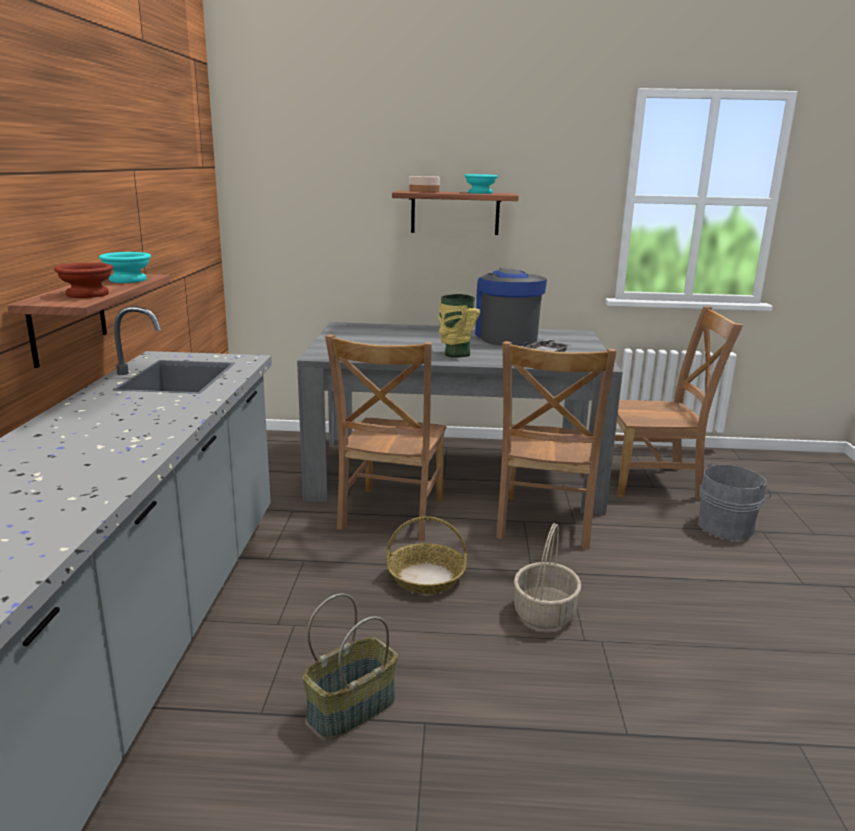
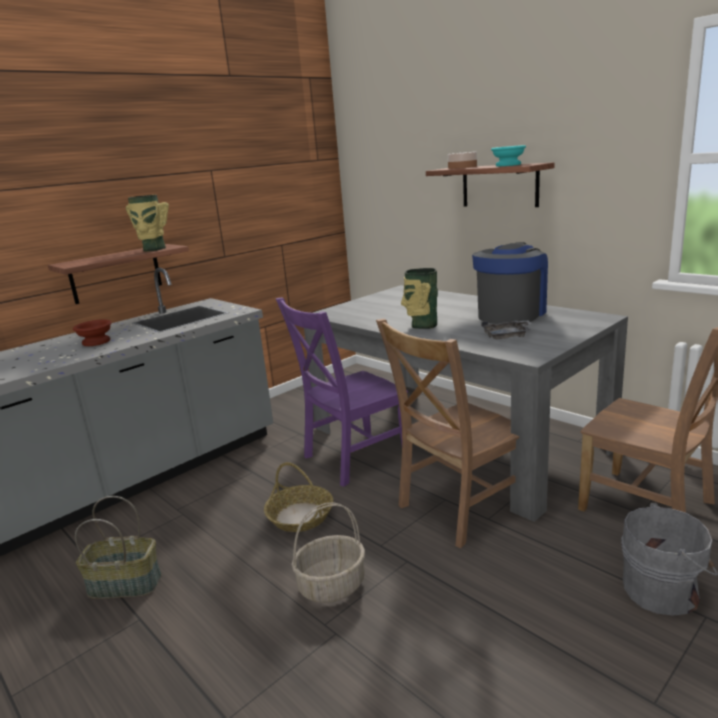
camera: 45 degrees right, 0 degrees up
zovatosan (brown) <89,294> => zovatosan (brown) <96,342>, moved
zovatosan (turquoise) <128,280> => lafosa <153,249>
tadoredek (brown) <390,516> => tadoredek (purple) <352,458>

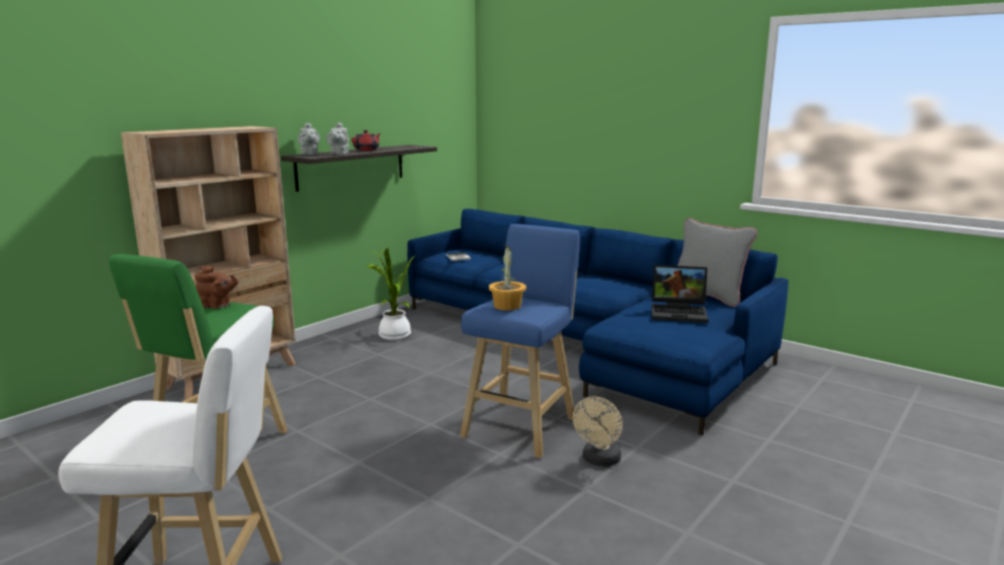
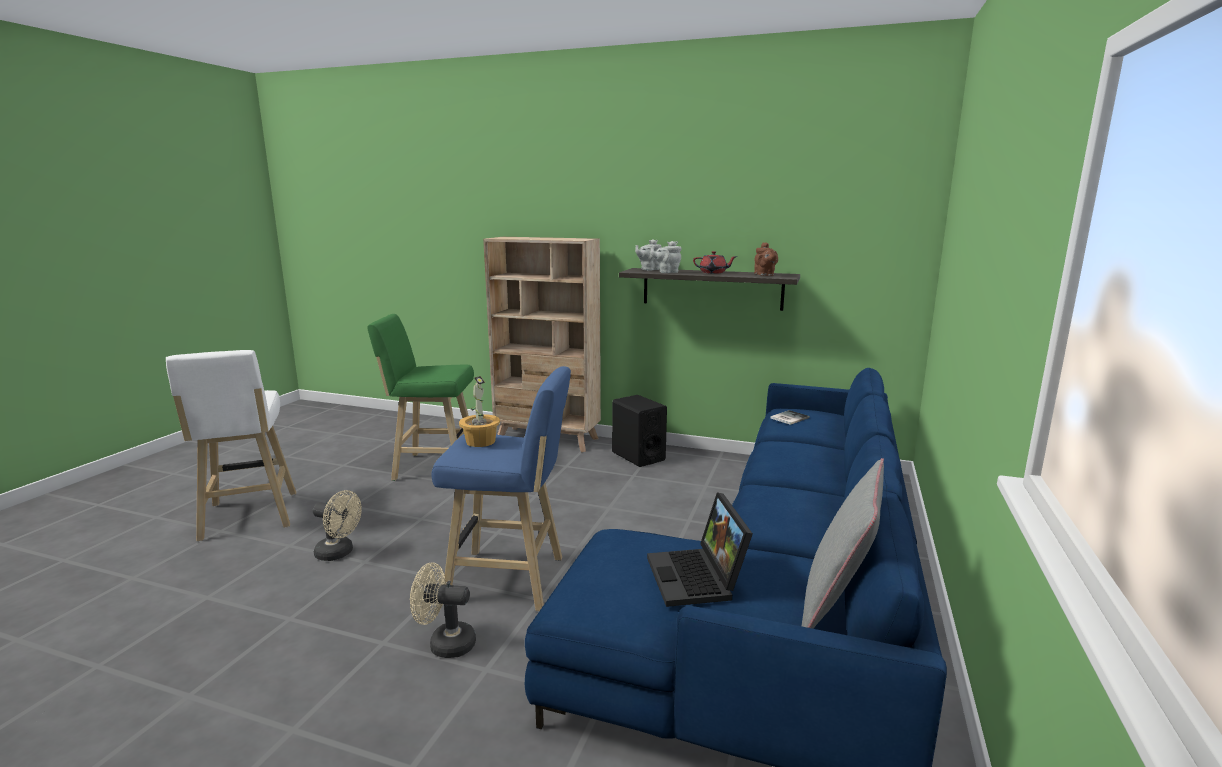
camera: 70 degrees right, 0 degrees up
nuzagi <394,336> => nothing
nothing => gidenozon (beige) <339,553>
nothing => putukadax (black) <638,456>
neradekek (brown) <217,306> => neradekek (brown) <764,275>, moved

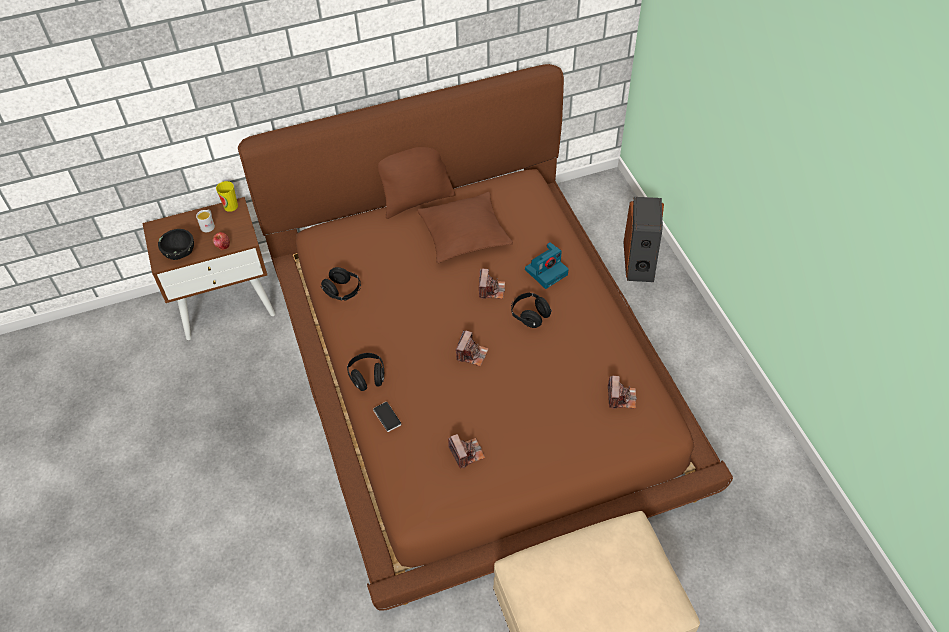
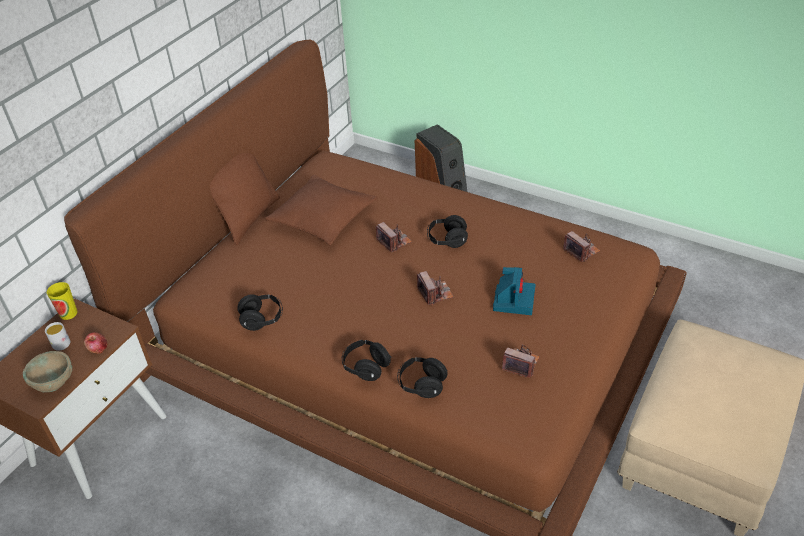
camera: 40 degrees left, 10 degrees down
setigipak <546,271> => setigipak <513,300>, moved
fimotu <387,417> => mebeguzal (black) <422,385>
zovatosan (black) <180,253> => zovatosan (beige) <54,383>

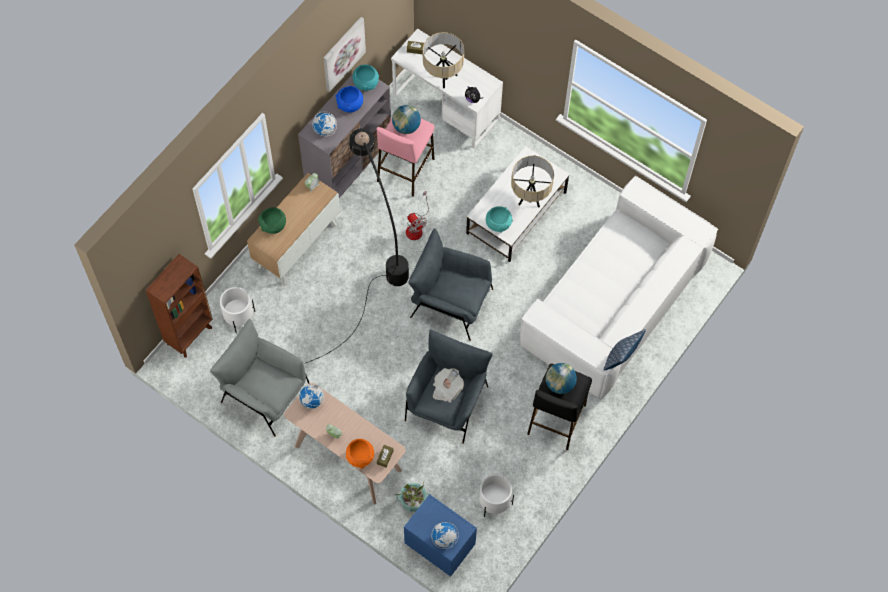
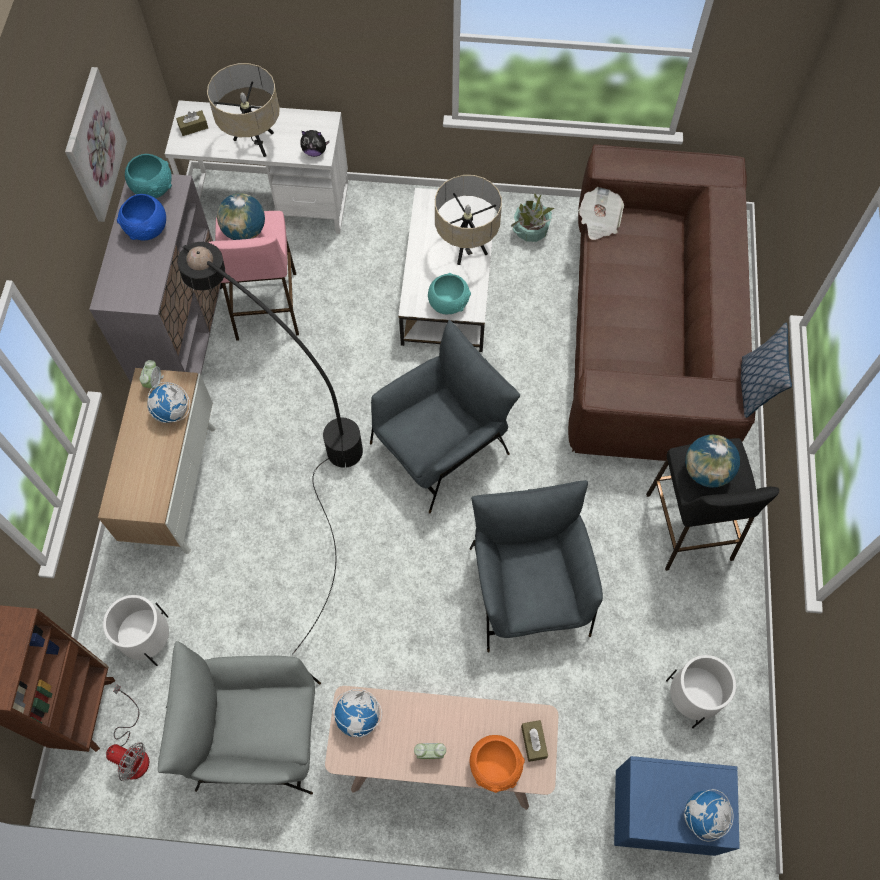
camera: 30 degrees left, 0 degrees up
zovatosan (green) <273,226> => nothing
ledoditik <325,130> => ledoditik <172,412>, moved
nuzagi <413,500> => nuzagi <531,230>, moved
gidenozon <416,227> => gidenozon <132,751>, moved
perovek <446,389> => perovek <599,221>, moved
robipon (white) <614,302> => robipon (brown) <648,331>
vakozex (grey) <450,303> => vakozex (grey) <441,447>, 150 degrees clockwise

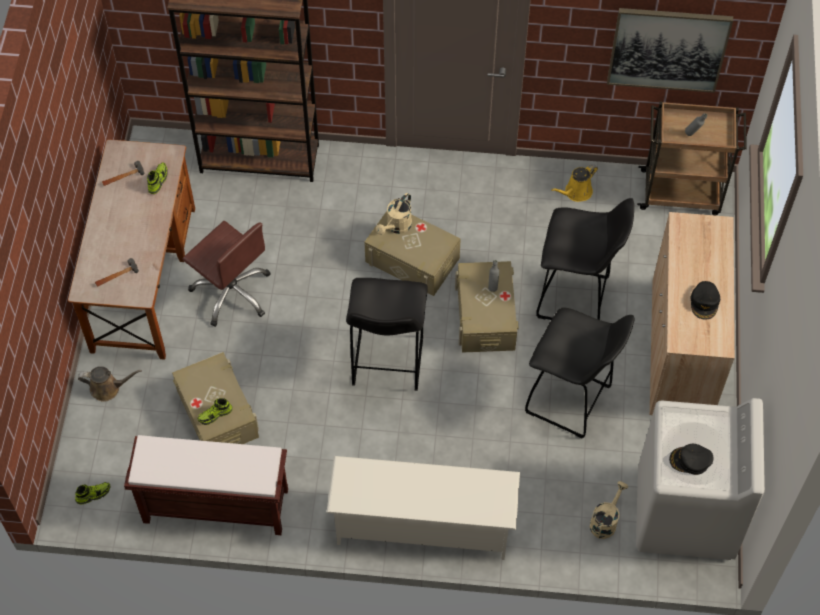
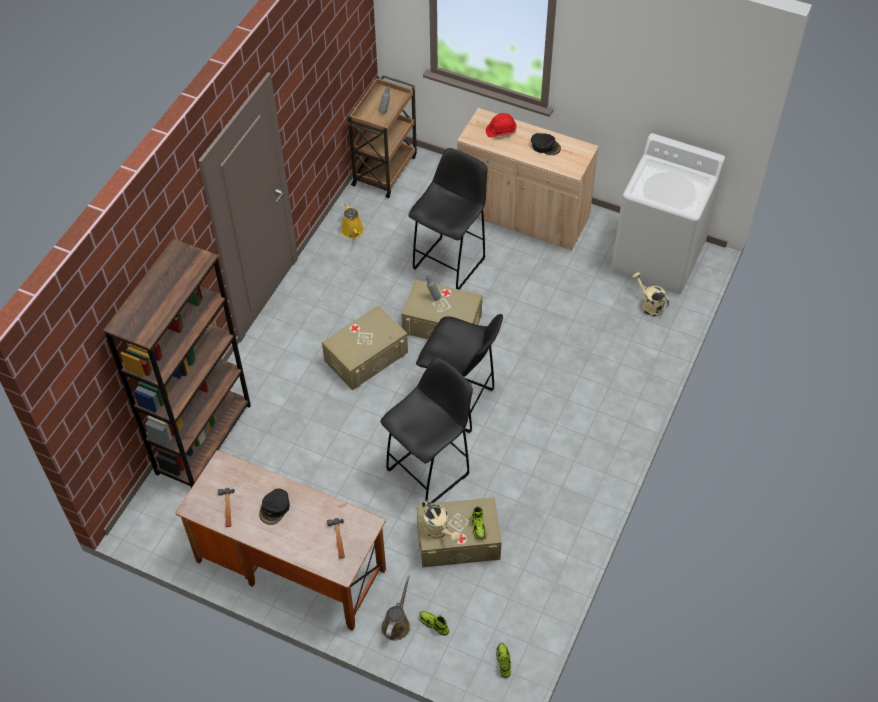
camera: 70 degrees left, 5 degrees down
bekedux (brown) <214,506> => nothing
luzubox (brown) <232,292> => nothing
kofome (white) <422,525> => nothing
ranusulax <668,49> => nothing
nothing => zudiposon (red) <501,131>
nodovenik <158,180> => nodovenik <434,624>, moved
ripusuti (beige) <396,227> => ripusuti (beige) <439,531>, moved
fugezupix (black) <570,401> => fugezupix (black) <430,471>, moved
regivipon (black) <690,461> => regivipon (black) <275,508>, moved

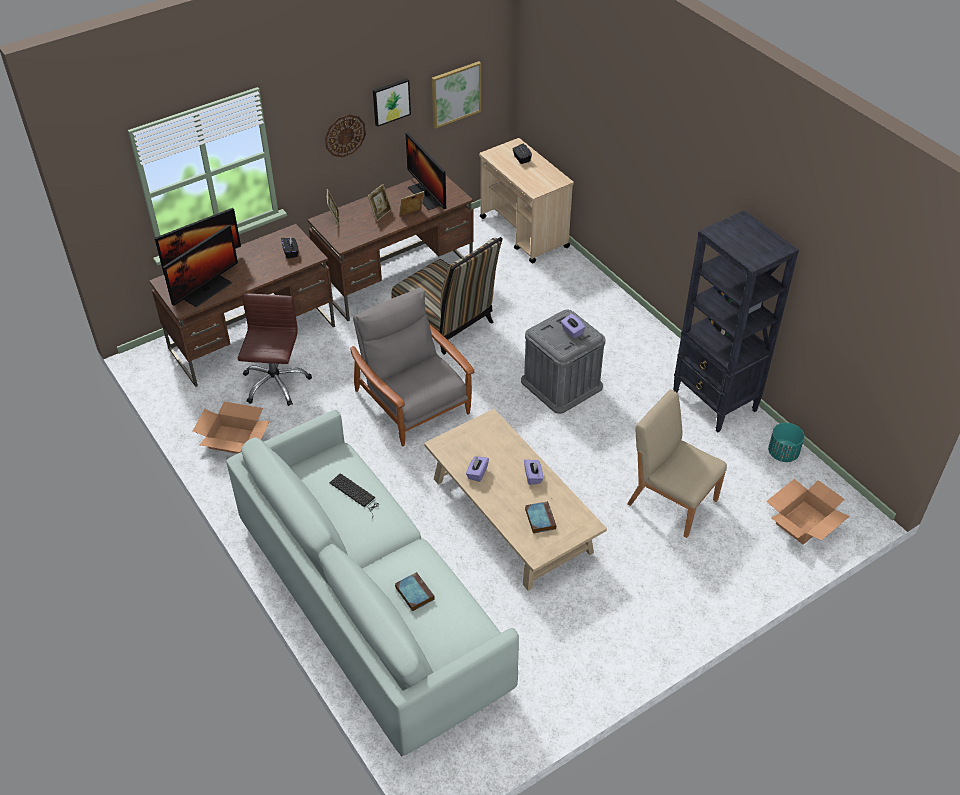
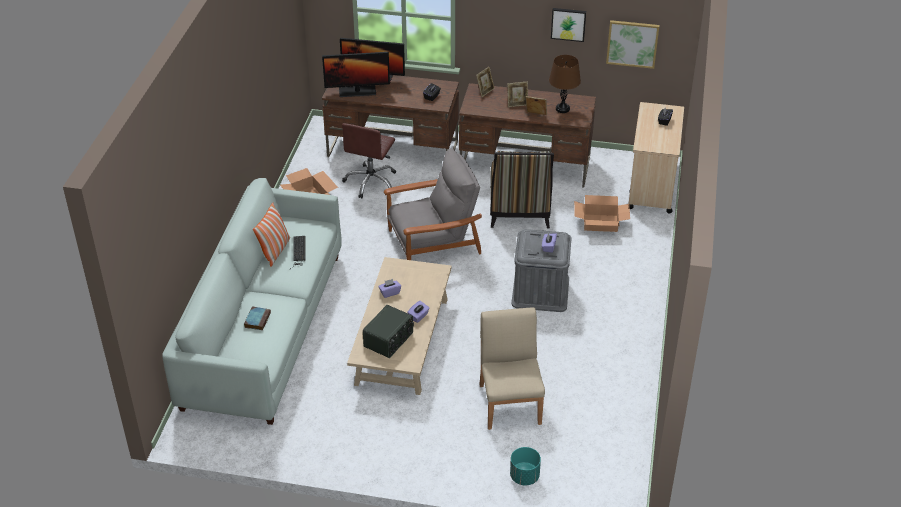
camera: 45 degrees right, 5 degrees down
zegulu <345,135> => nothing
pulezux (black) <715,402> => nothing
nothing => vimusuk <275,251>
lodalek <803,522> => lodalek <600,223>, moved
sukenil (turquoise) <783,453> => sukenil (turquoise) <524,477>, moved
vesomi <426,195> => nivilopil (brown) <562,109>
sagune <539,518> => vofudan <389,340>
luzubox (brown) <275,383> => luzubox (brown) <371,182>, 150 degrees clockwise
vakozex (grey) <413,403> => vakozex (grey) <433,242>, 60 degrees clockwise

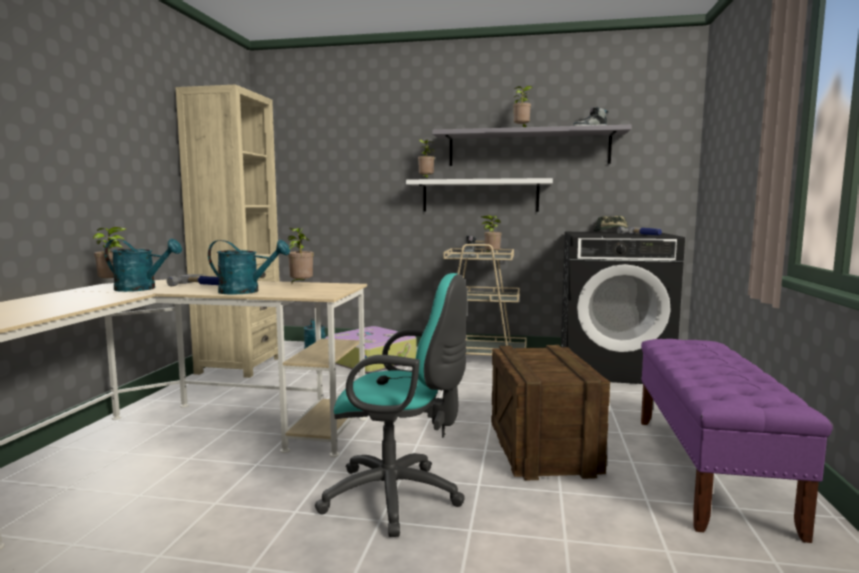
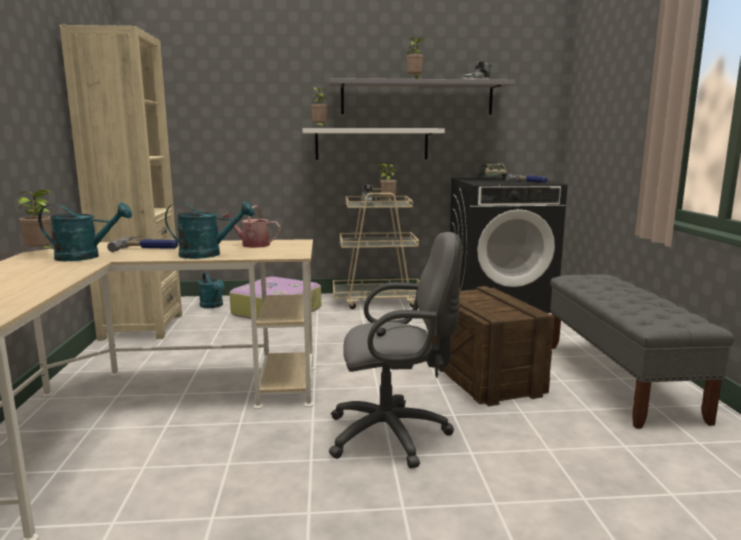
camera: 15 degrees left, 5 degrees up
nuzagi <300,286> => ripusuti <252,244>
luzubox (turquoise) <399,498> => luzubox (grey) <395,435>
bekedux (purple) <708,470> => bekedux (grey) <619,380>

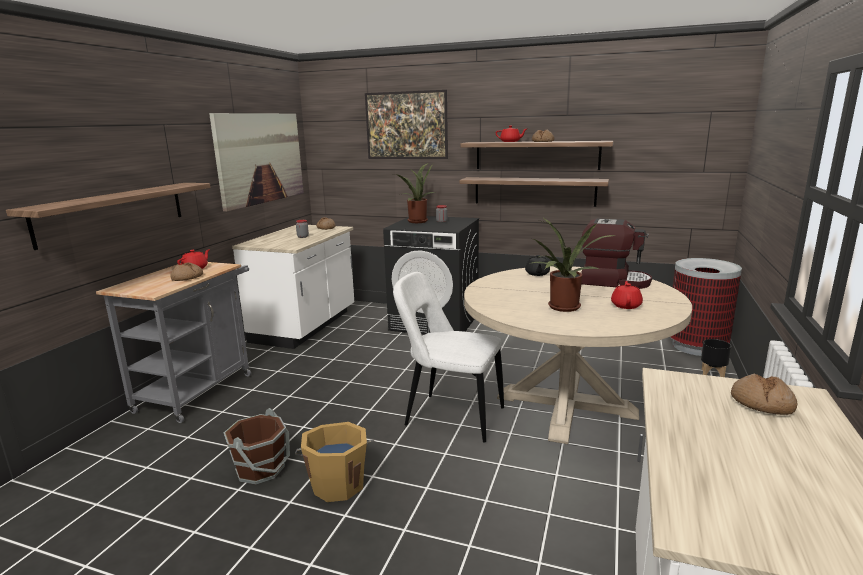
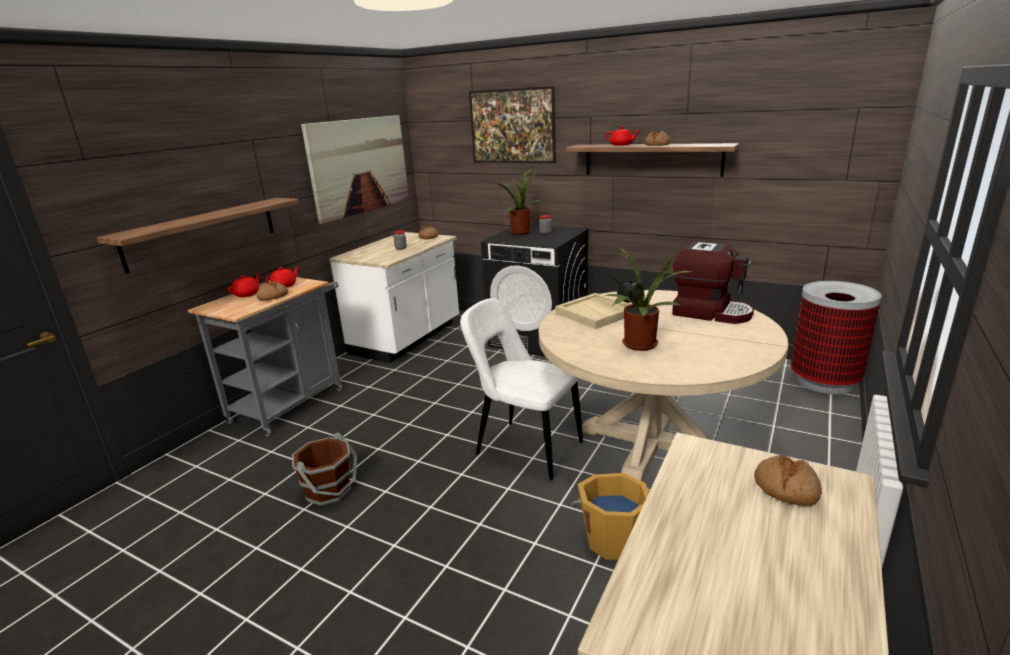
camera: 10 degrees right, 5 degrees up
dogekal <534,191> => nothing
sukenil (black) <712,374> => nothing
nothing => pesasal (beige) <596,313>
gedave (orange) <338,484> => gedave (orange) <613,538>, moved
neradekek (red) <626,305> => neradekek (red) <247,294>, moved

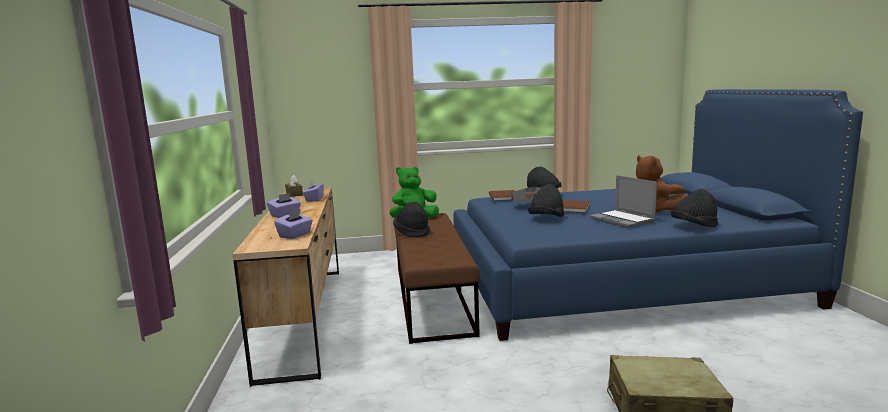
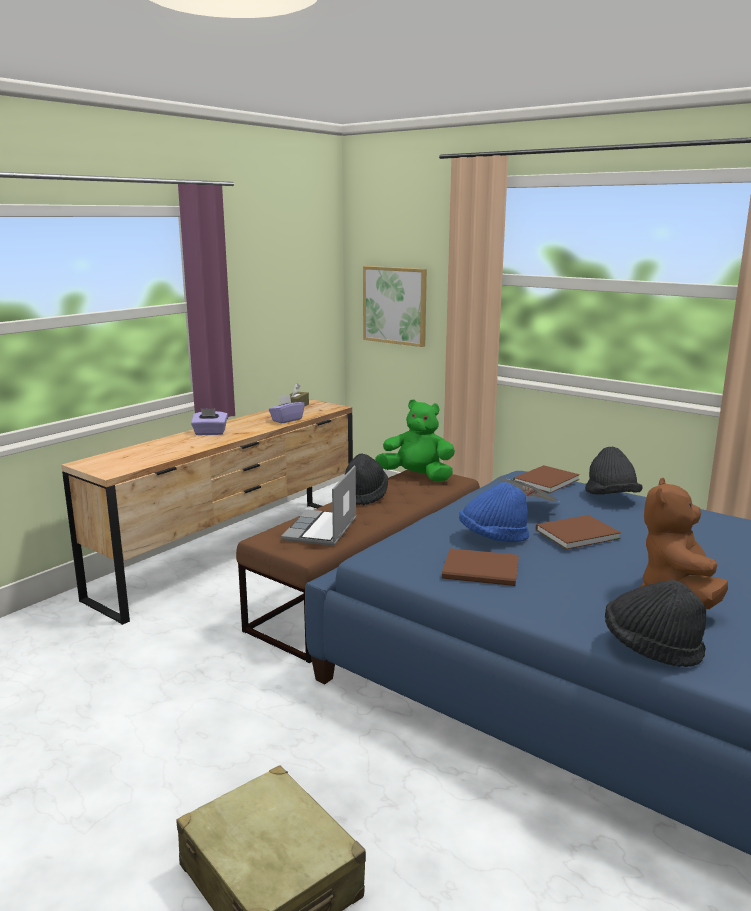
camera: 45 degrees right, 5 degrees up
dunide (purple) <295,235> => nothing
nothing => ranusulax <395,305>
nothing => sagune (brown) <483,571>
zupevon <623,220> => zupevon <321,530>, moved
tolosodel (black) <546,219> => tolosodel (blue) <493,537>

